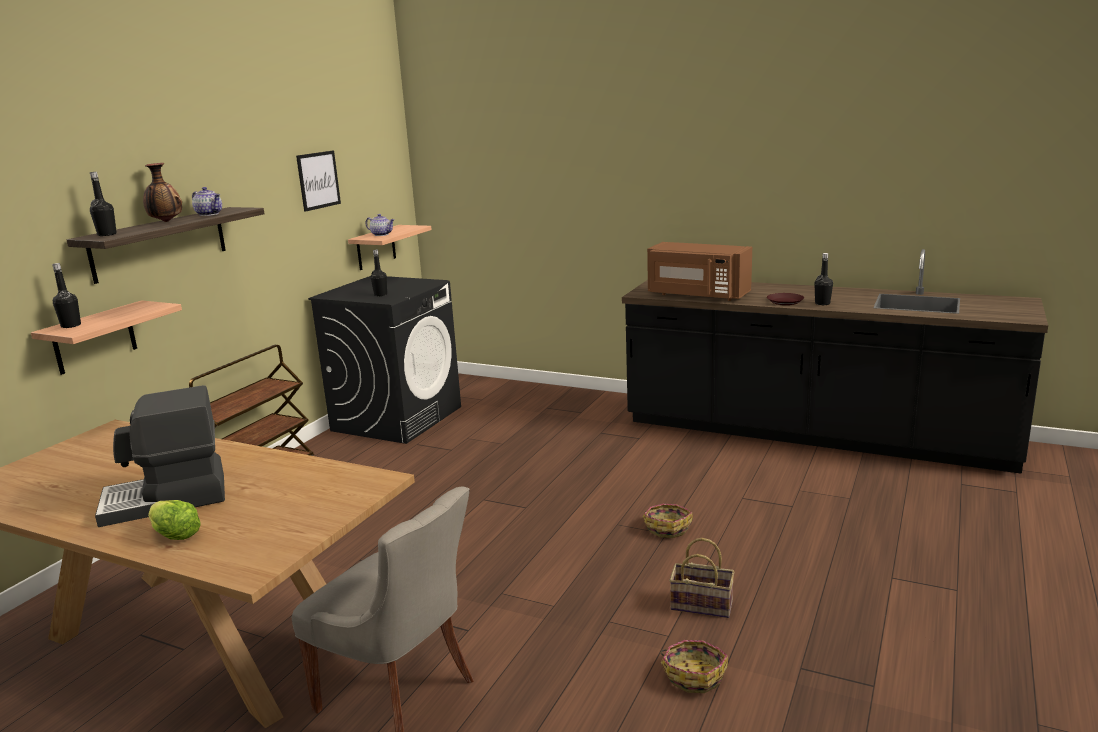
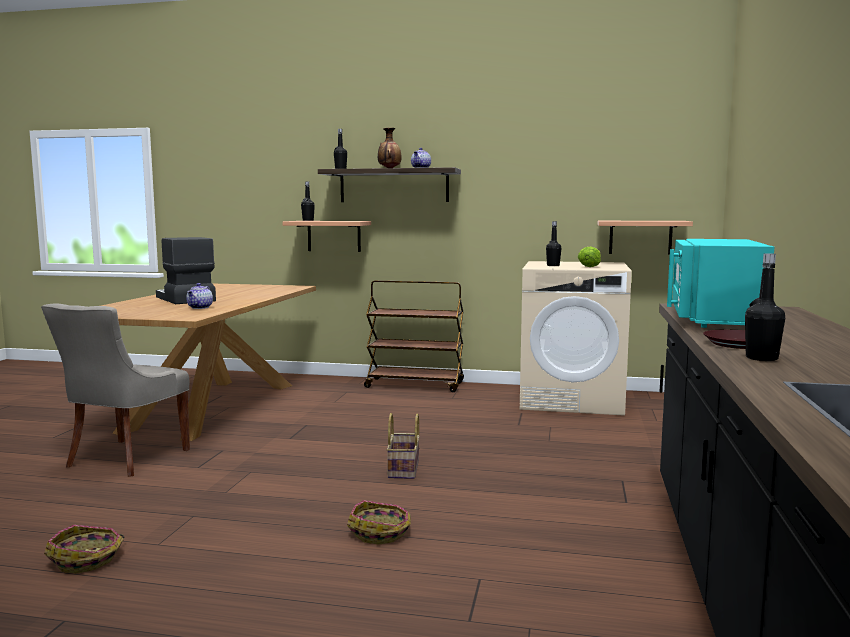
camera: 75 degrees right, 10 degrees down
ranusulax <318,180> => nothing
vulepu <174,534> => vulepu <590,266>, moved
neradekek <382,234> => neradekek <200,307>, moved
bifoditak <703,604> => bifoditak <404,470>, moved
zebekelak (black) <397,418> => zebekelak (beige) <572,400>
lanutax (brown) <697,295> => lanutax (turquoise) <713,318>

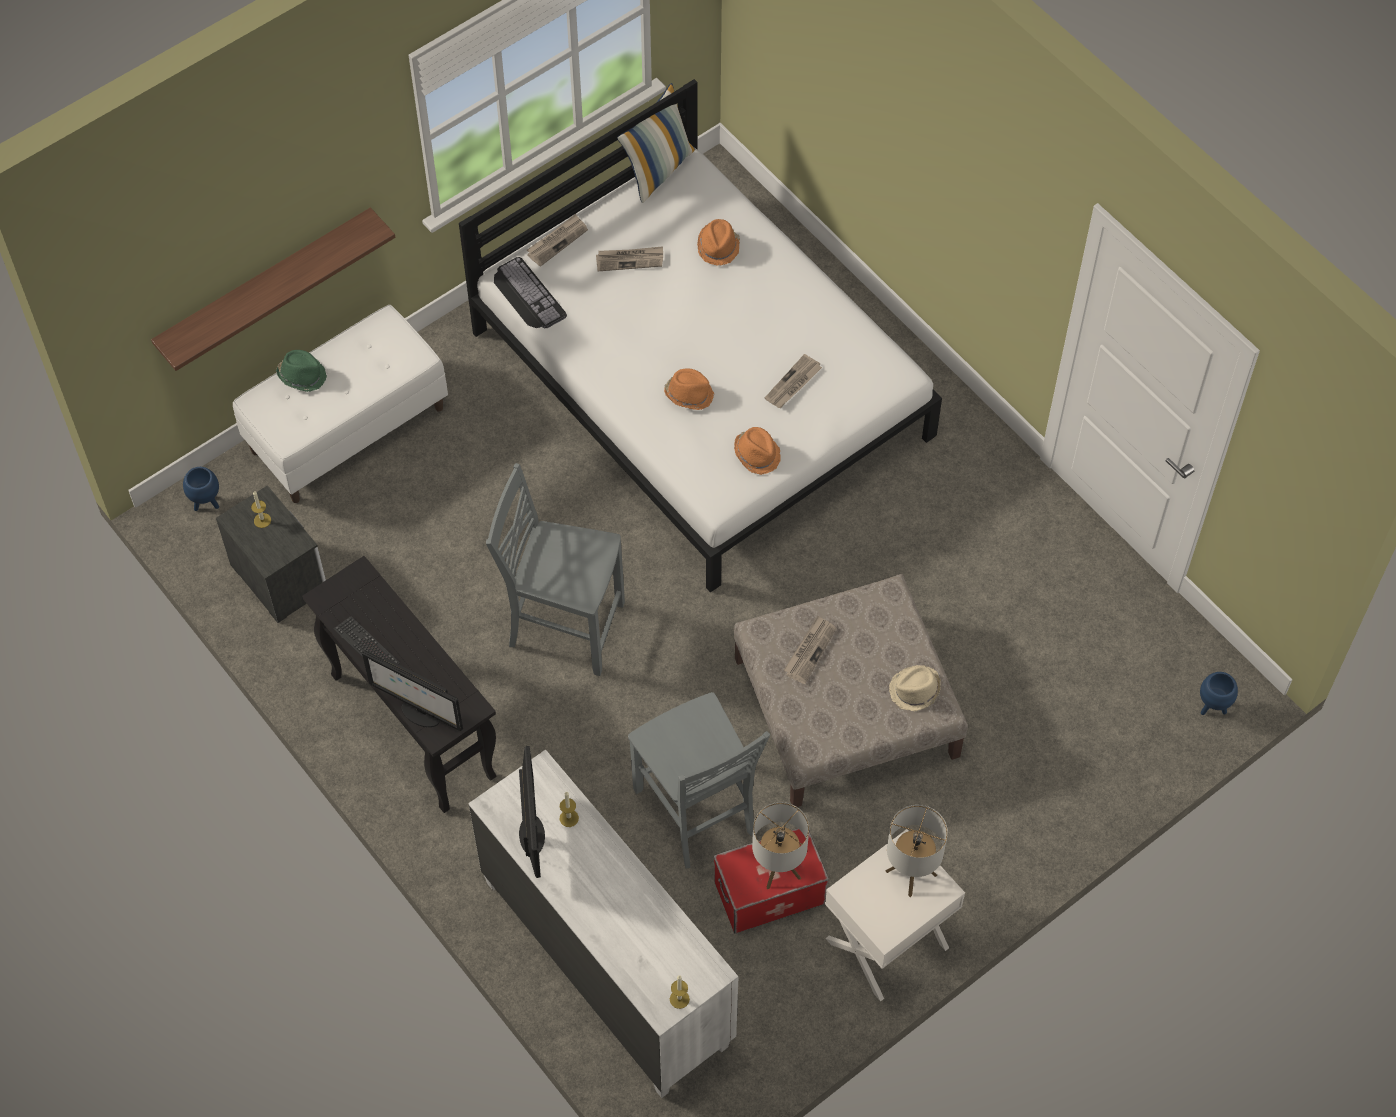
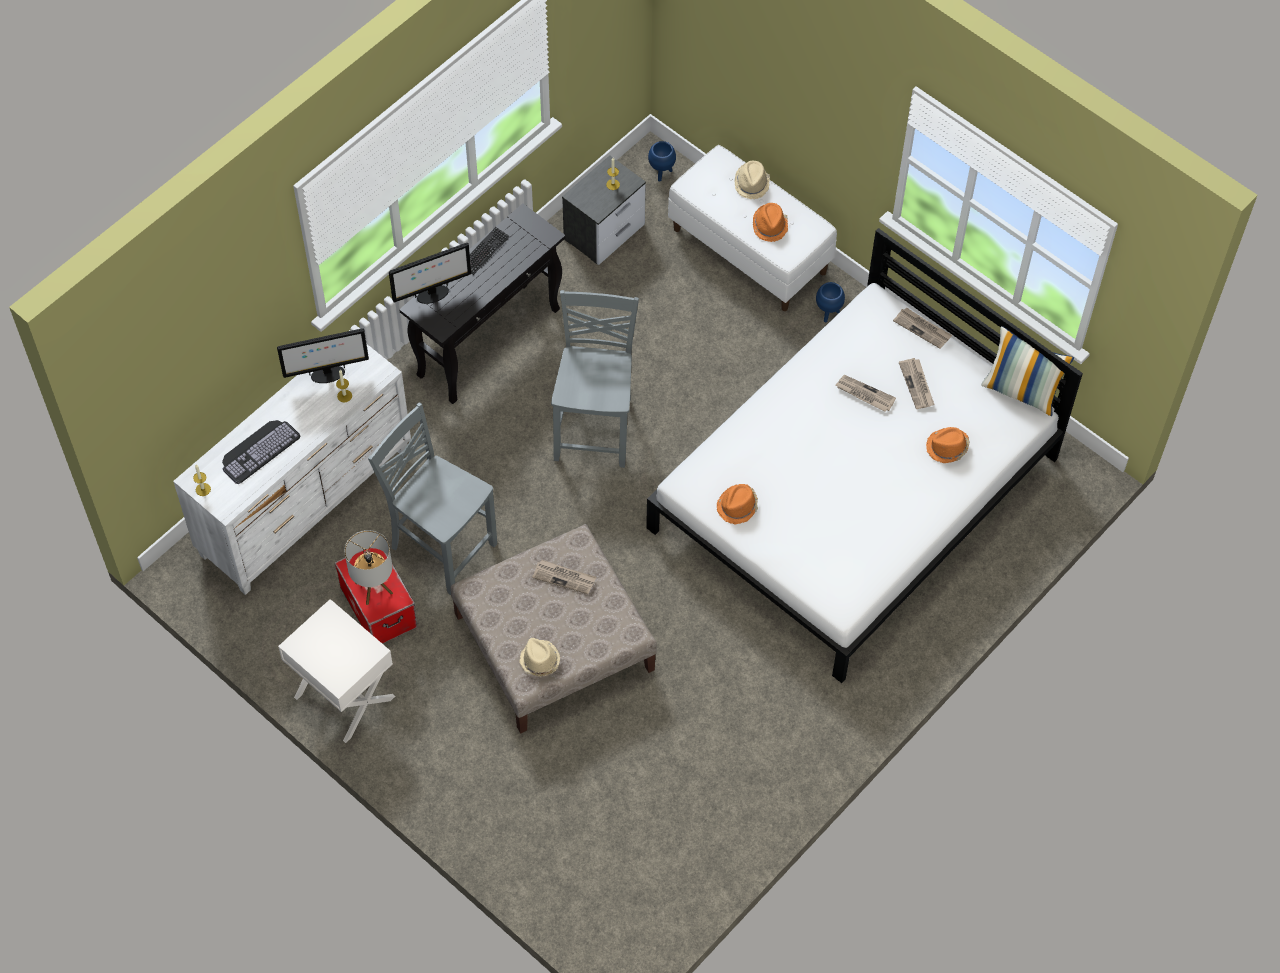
camera: 80 degrees right, 0 degrees up
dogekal <265,286> => nothing
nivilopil <911,873> => nothing
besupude <526,295> => besupude <258,449>, moved
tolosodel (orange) <689,394> => tolosodel (orange) <770,225>, moved
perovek <793,384> => perovek <864,394>, moved
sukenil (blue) <1213,707> => sukenil (blue) <828,313>, moved
tolosodel (green) <302,375> => tolosodel (beige) <752,183>
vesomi <419,713> => vesomi <432,295>, 135 degrees counterclockwise
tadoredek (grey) <696,813> => tadoredek (grey) <441,546>, 75 degrees clockwise

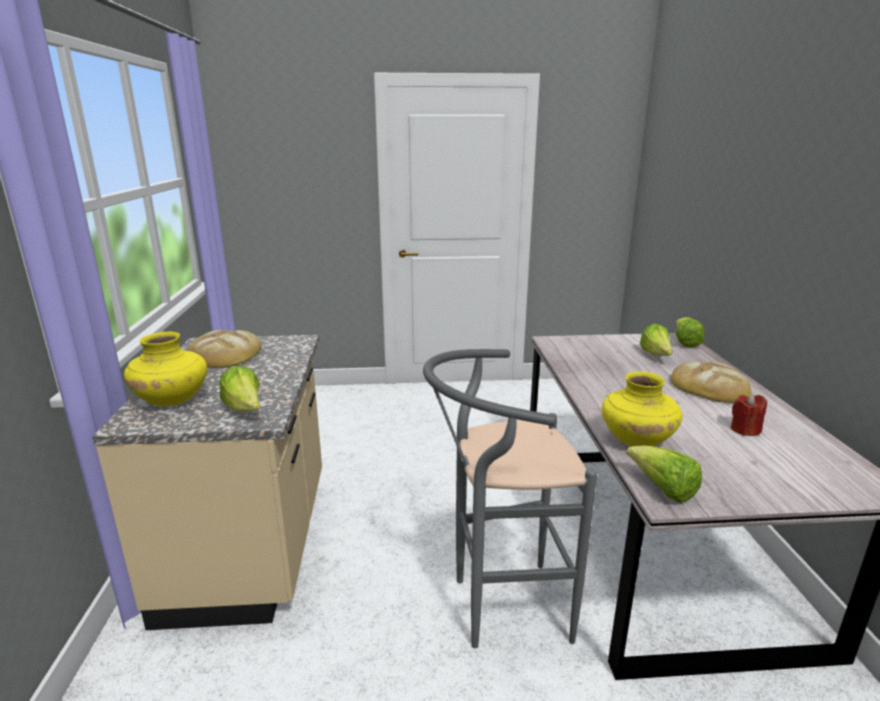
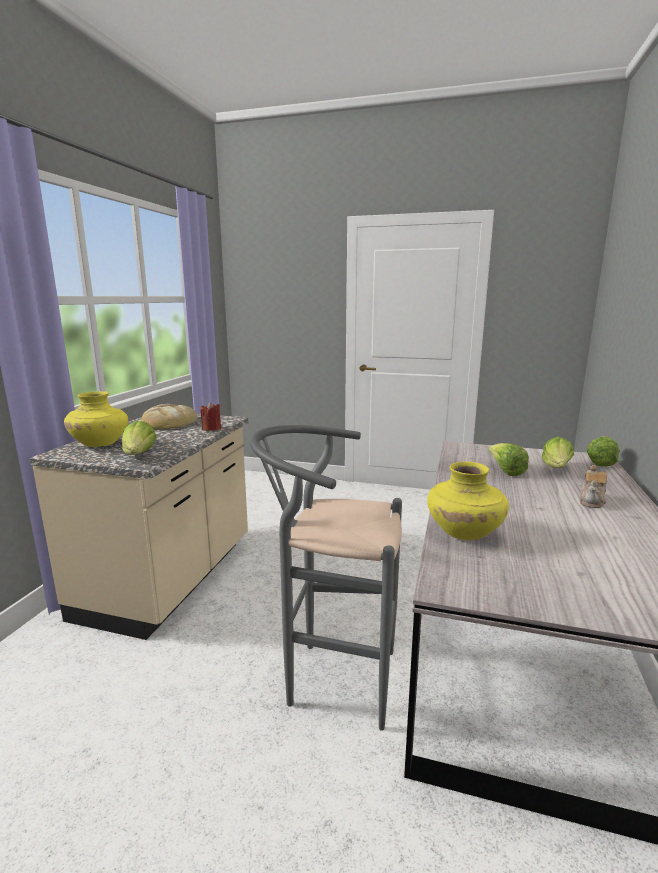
camera: 20 degrees right, 5 degrees down
vulepu <662,489> => vulepu <505,471>, moved
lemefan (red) <745,430> => lemefan (red) <211,428>, moved
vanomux <709,387> => neradekek <592,501>

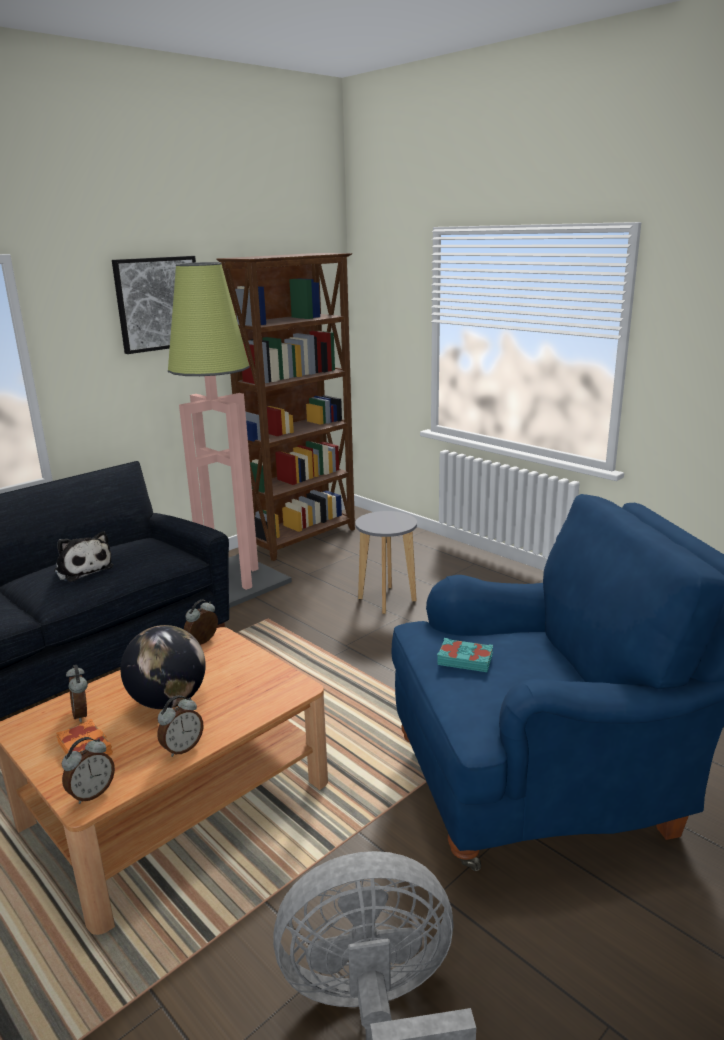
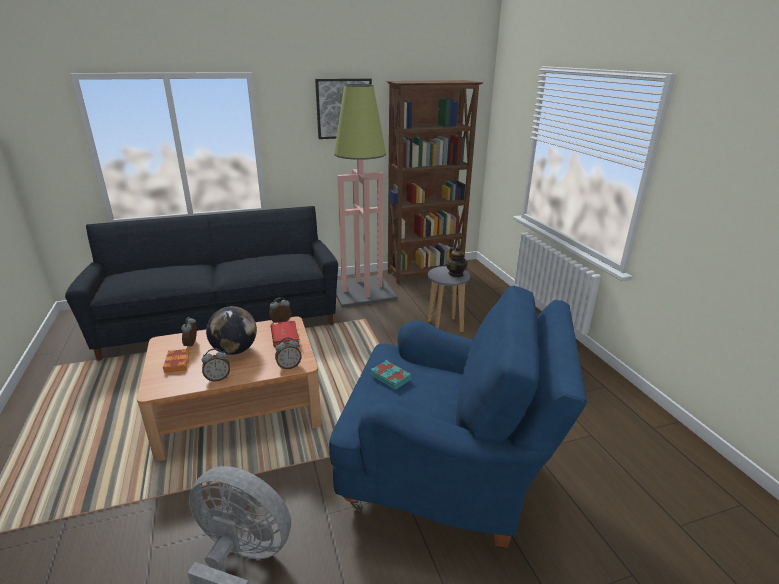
camera: 25 degrees right, 5 degrees up
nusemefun <83,569> => nothing
nothing => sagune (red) <285,339>
nothing => neradekek <456,274>
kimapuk <92,793> => kimapuk <289,366>, moved

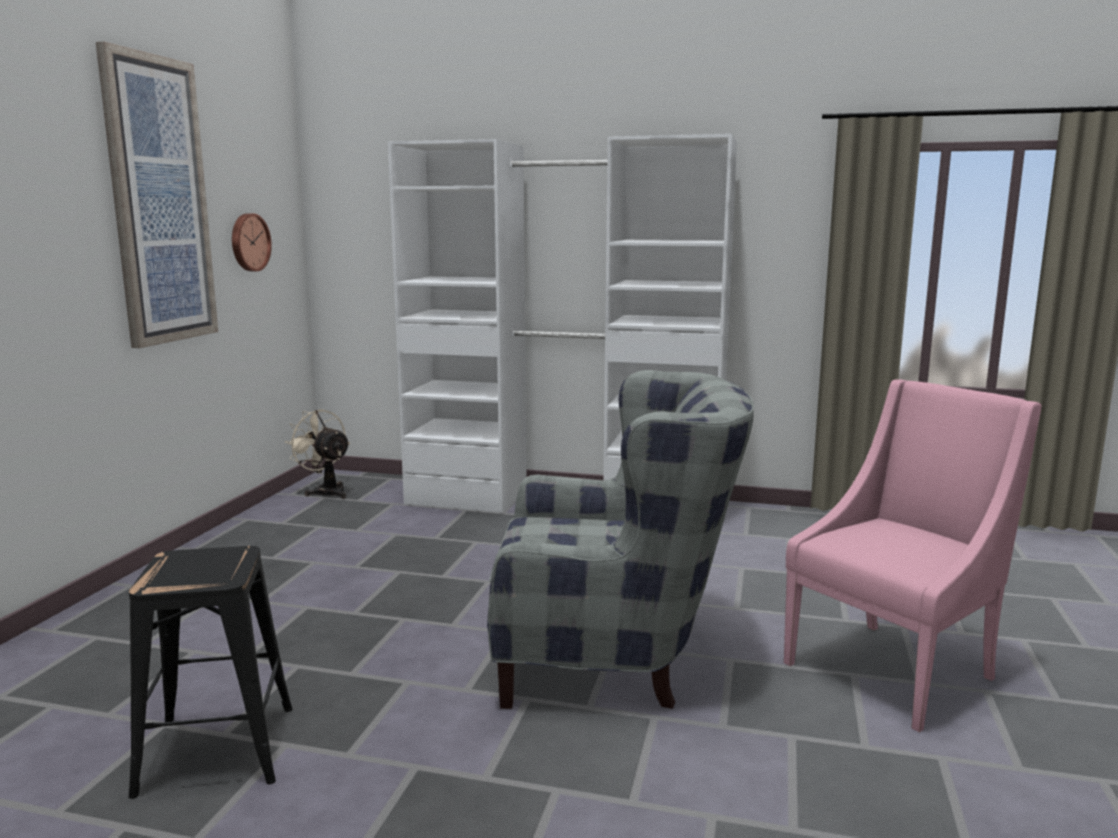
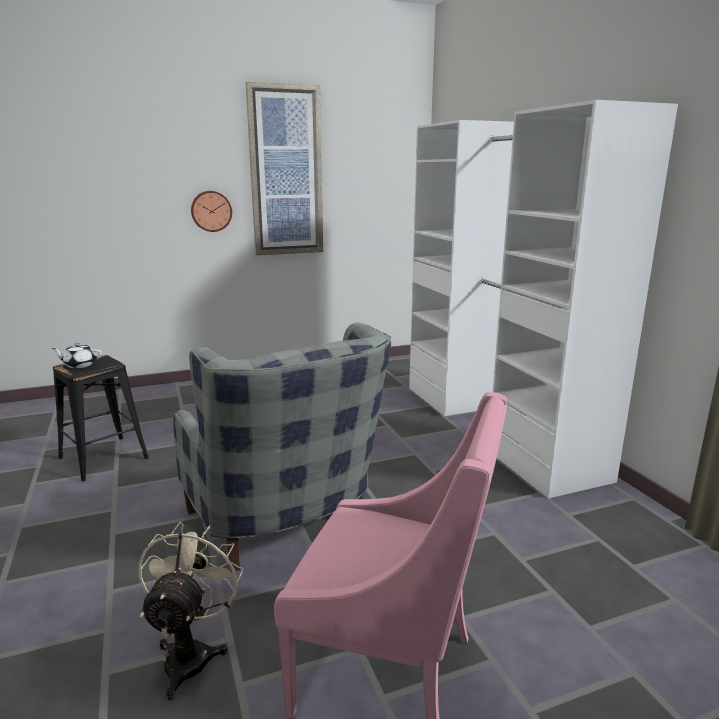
camera: 55 degrees right, 5 degrees up
nothing => neradekek (white) <79,365>
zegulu <249,242> => zegulu <211,211>, moved
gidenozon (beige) <325,491> => gidenozon (beige) <191,653>, moved

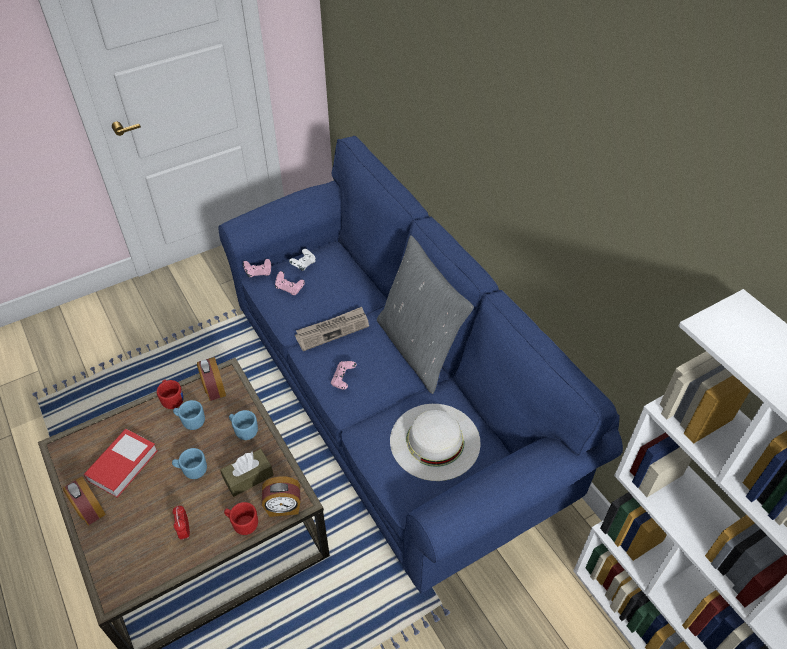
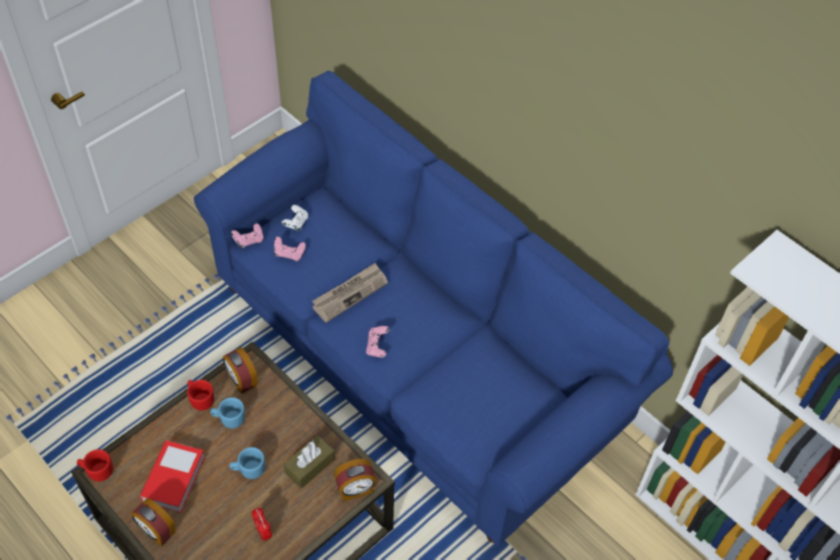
camera: 15 degrees left, 5 degrees up
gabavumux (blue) <244,430> => nothing
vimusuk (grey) <419,348> => nothing
tolosodel (white) <435,441> => nothing
gabavumux (red) <242,523> => gabavumux (red) <97,470>, moved

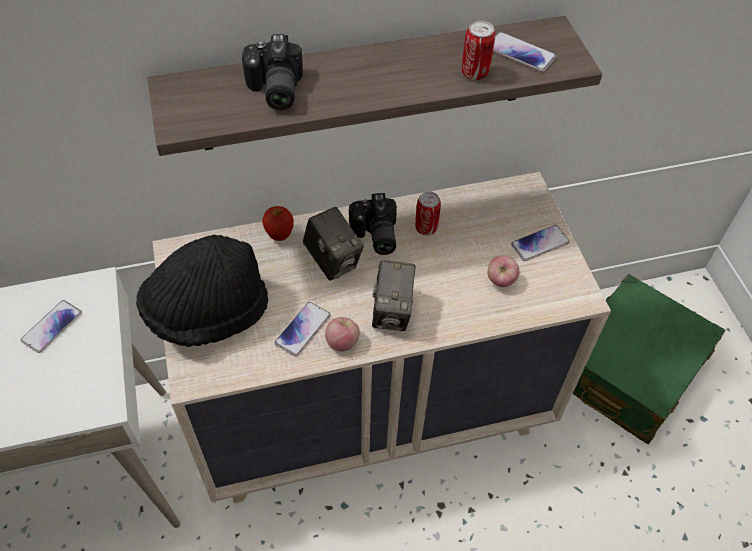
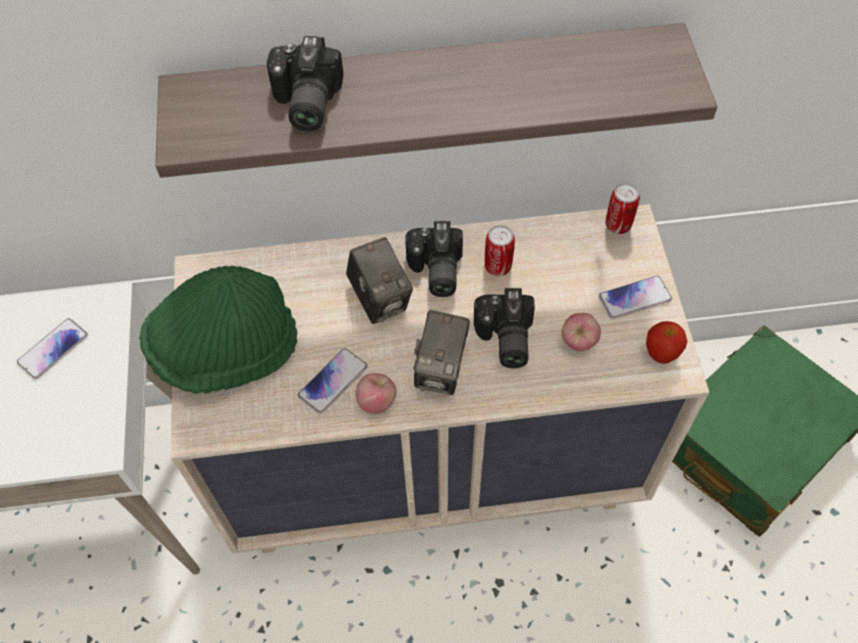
camera: 10 degrees right, 5 degrees up
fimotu <520,53> => nothing
nothing => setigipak <503,339>
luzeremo <279,235> => luzeremo <660,354>, moved
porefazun <474,73> => porefazun <618,225>, moved
tolosodel (black) <207,312> => tolosodel (green) <226,350>

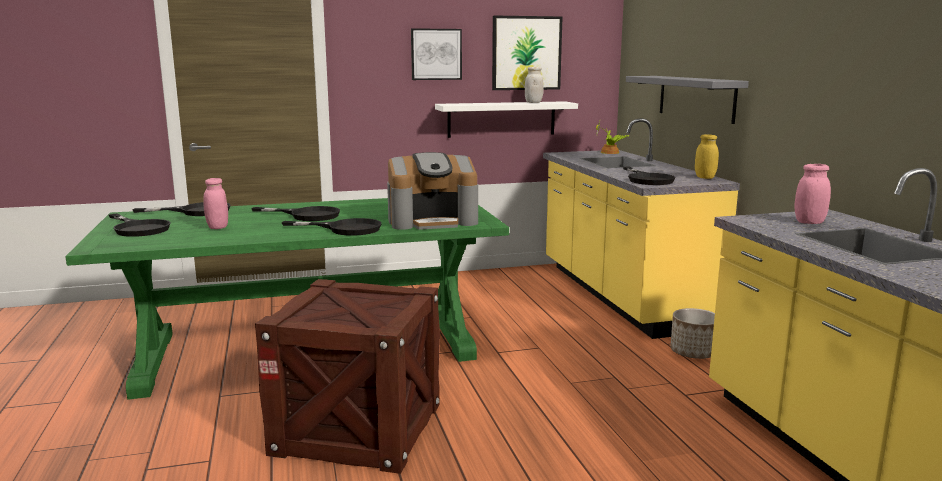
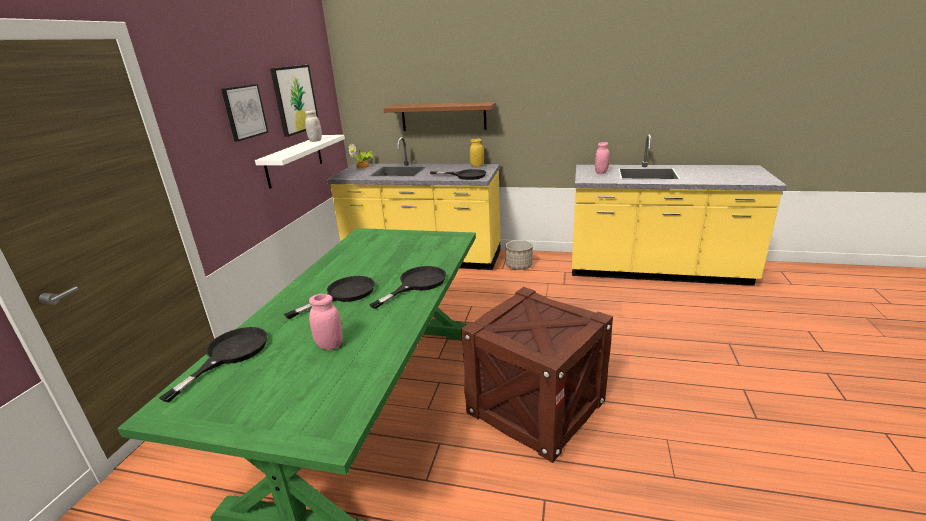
camera: 60 degrees left, 10 degrees up
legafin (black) <138,228> => nothing
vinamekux <433,221> => nothing
dogekal (grey) <696,98> => dogekal (brown) <443,117>

